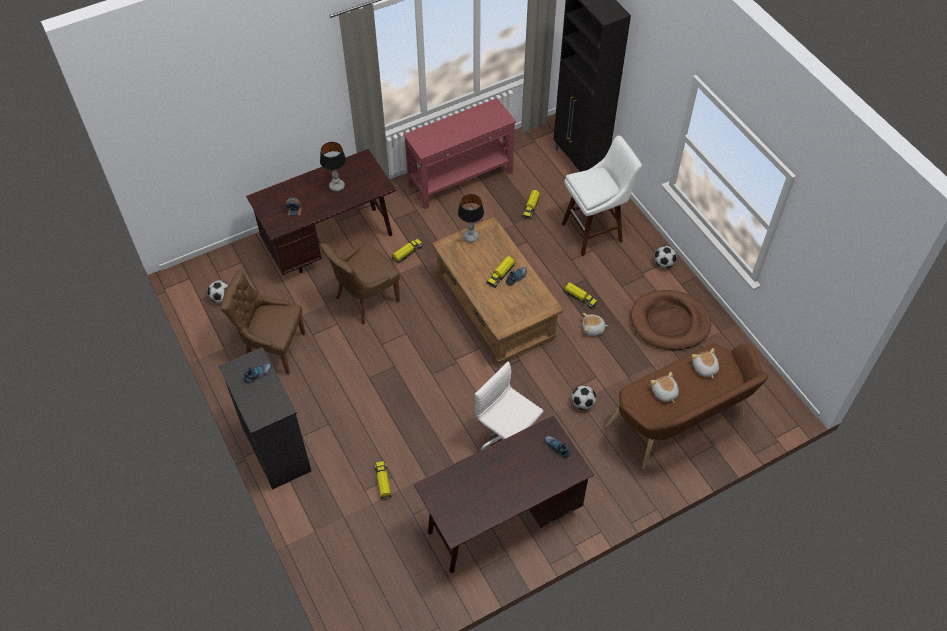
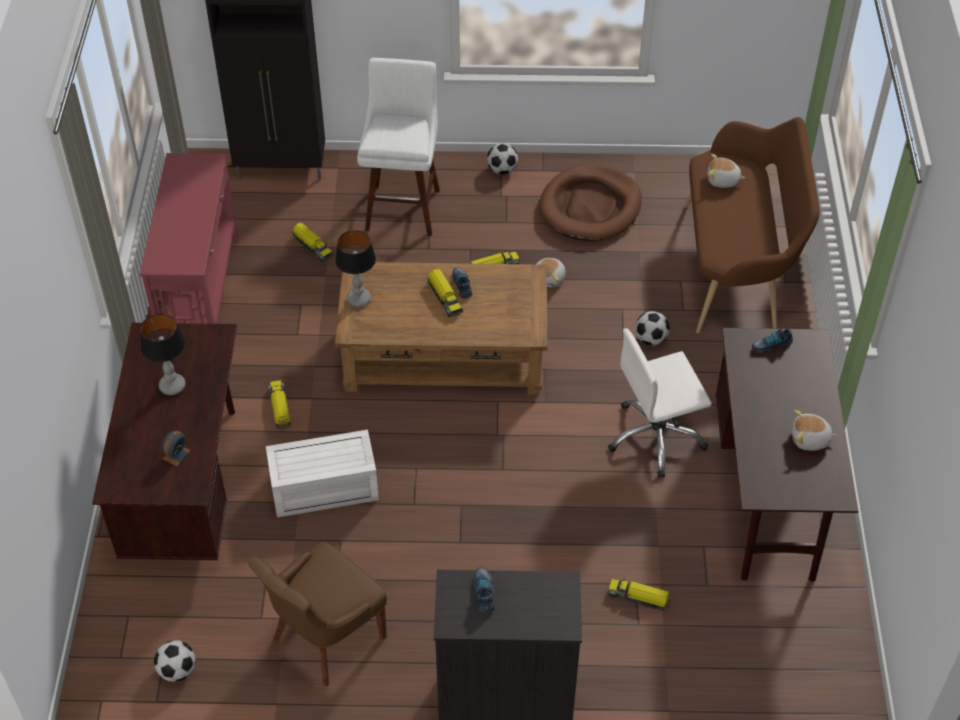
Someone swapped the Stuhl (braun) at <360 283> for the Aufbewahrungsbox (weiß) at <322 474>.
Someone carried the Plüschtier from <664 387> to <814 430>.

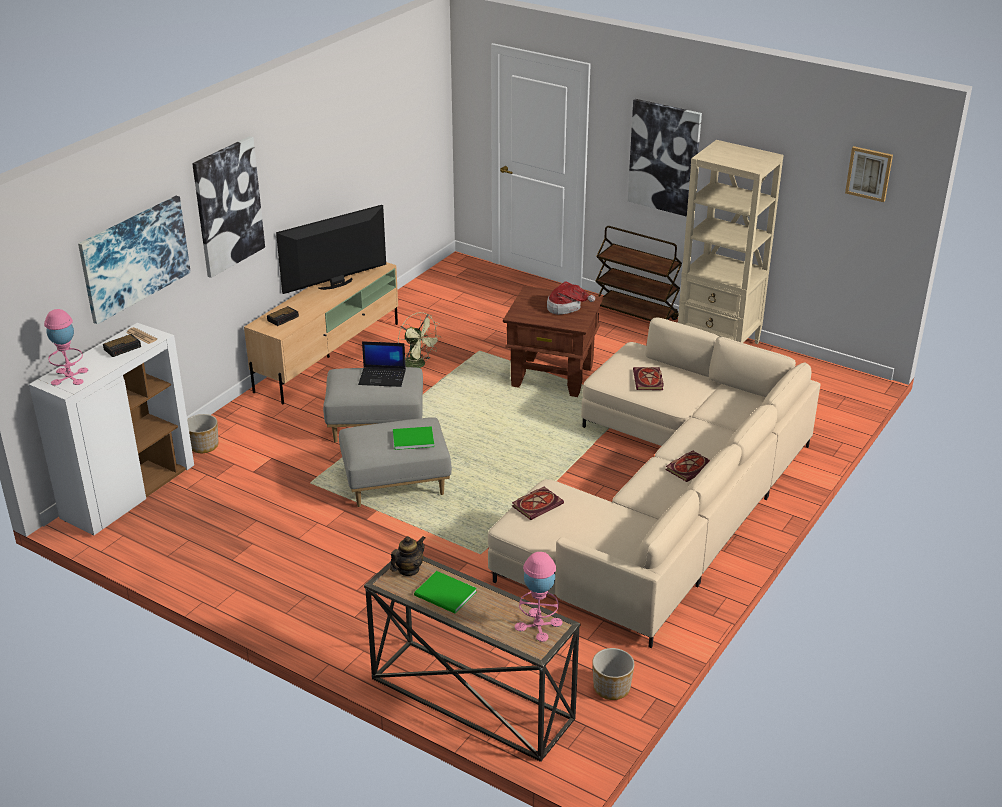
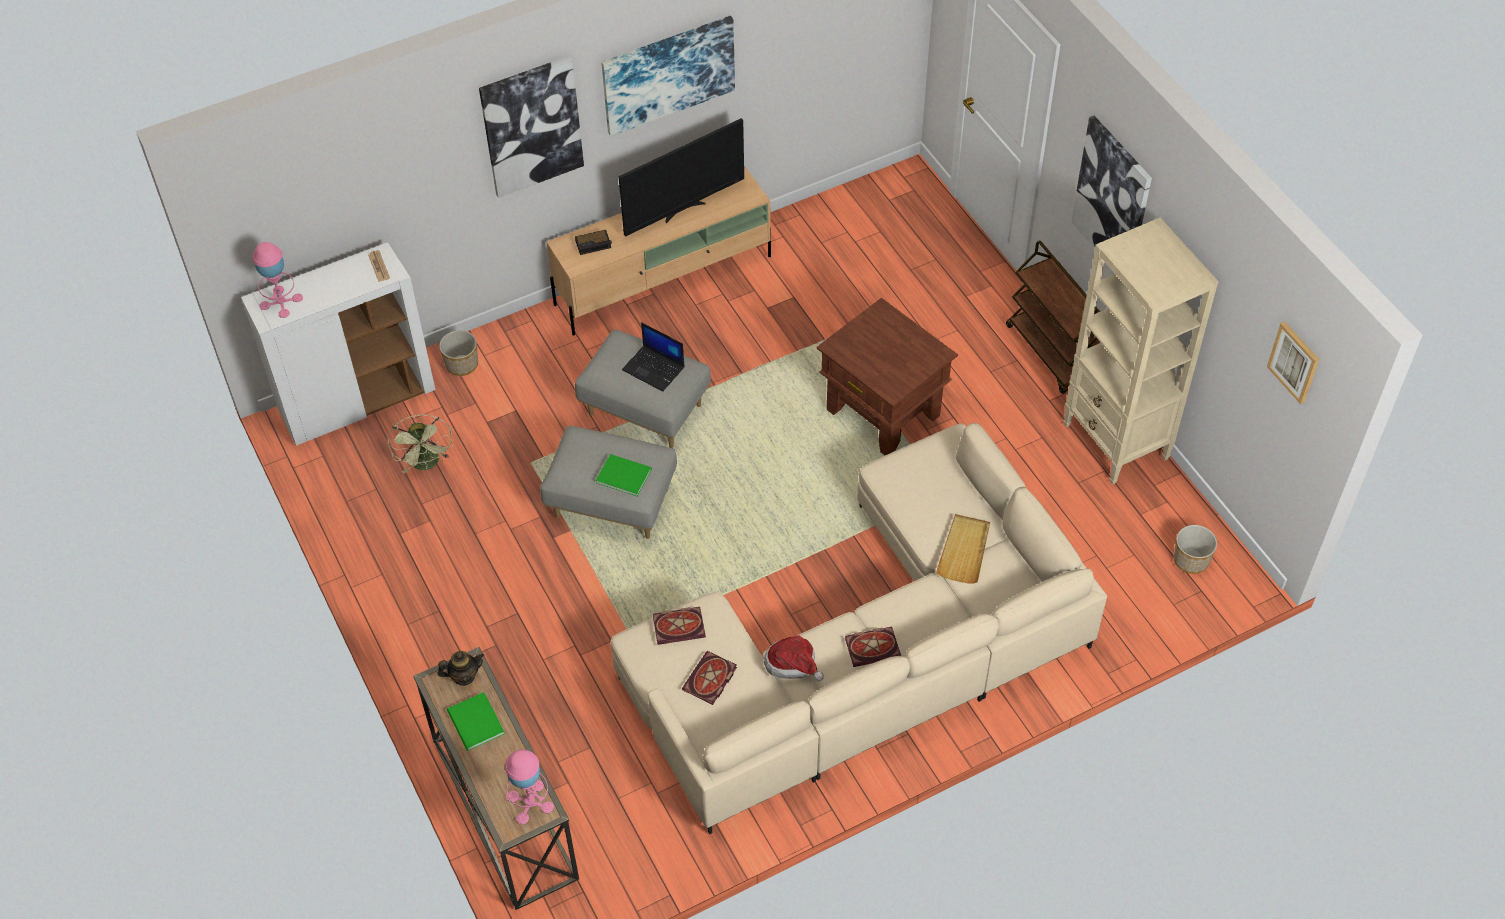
Someone carried the Bild from <134 260> to <668 76>.
Someone rotated the Fernseher at <331 249> by 150 degrees clockwise.
Someone carried the Hut from <571 298> to <794 658>.
Someone carried the Ventilator (grün) from <420 340> to <420 444>.
Someone took away the Wecker at <122 345>.
Someone carried the Buch from <648 378> to <709 678>.
Someone carried the Pflanzkübel from <613 674> to <1195 549>.
Someone put down the Tablett (beige) at <963 548>.

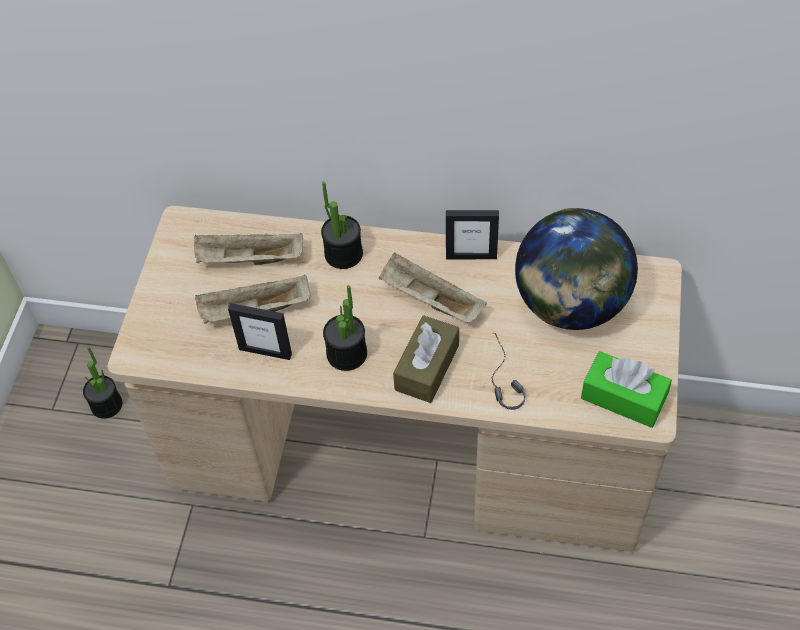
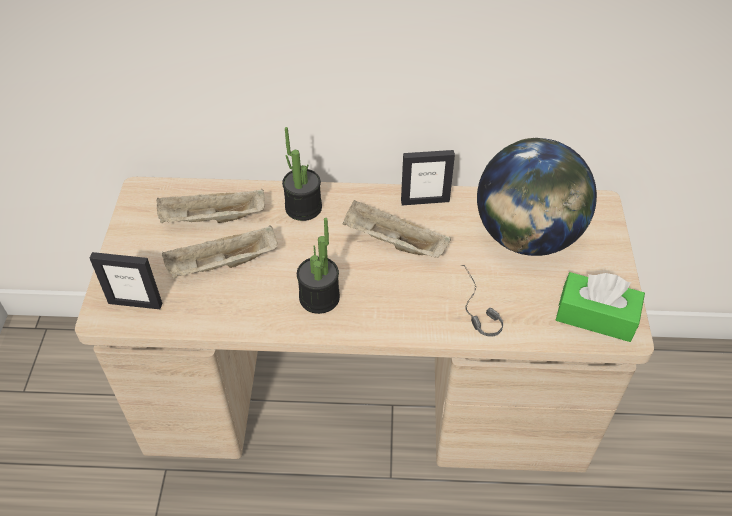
Someone carried the Bilderrahmen from <260 331> to <126 280>.
Someone took away the Taschentuchbox (braun) at <426 359>.
Someone took away the Topfpflanze at <102 382>.

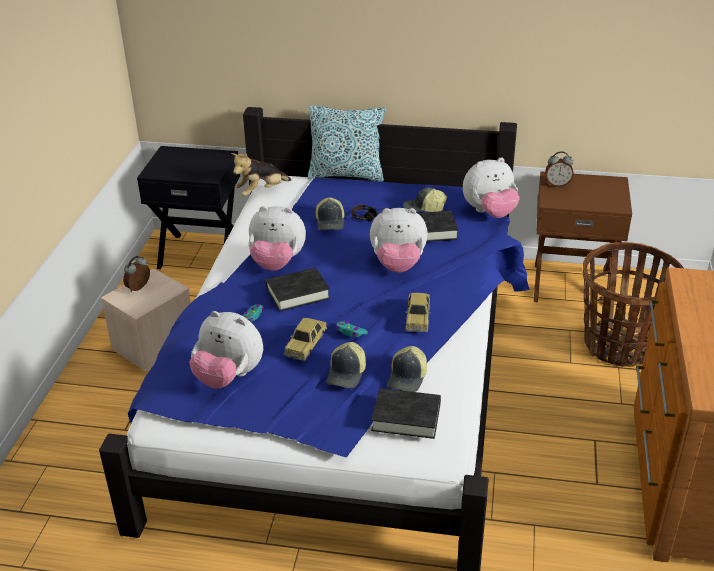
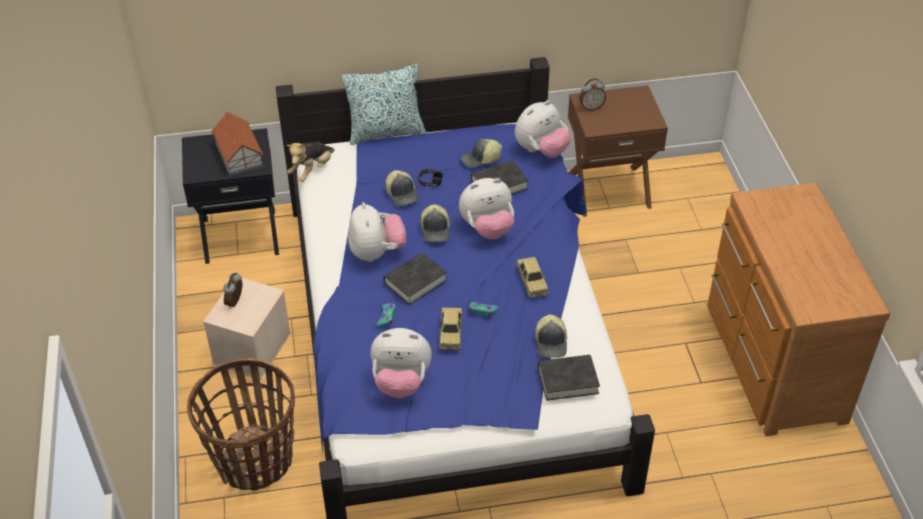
Someone rotated the Plüschtier at <277 238> by 90 degrees counterclockwise.
Someone carried the Korb from <633 304> to <241 424>.
Someone carried the Kappe from <346 365> to <435 223>.
Someone put down the Spielzeughaus at <237 144>.

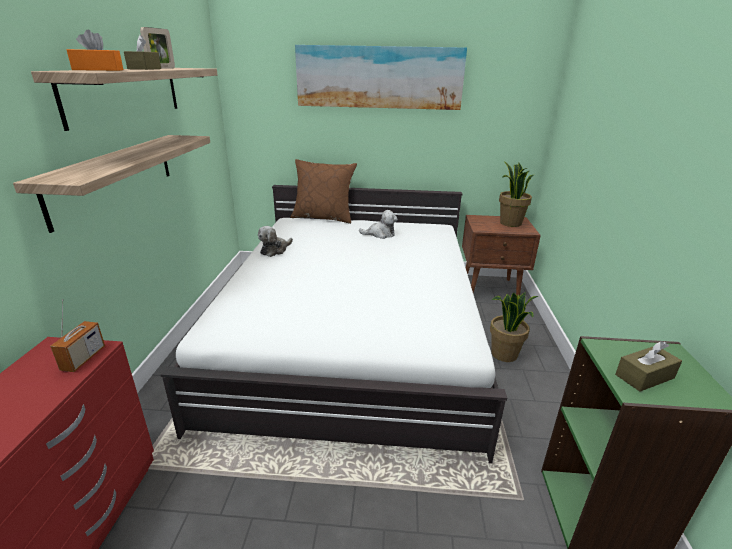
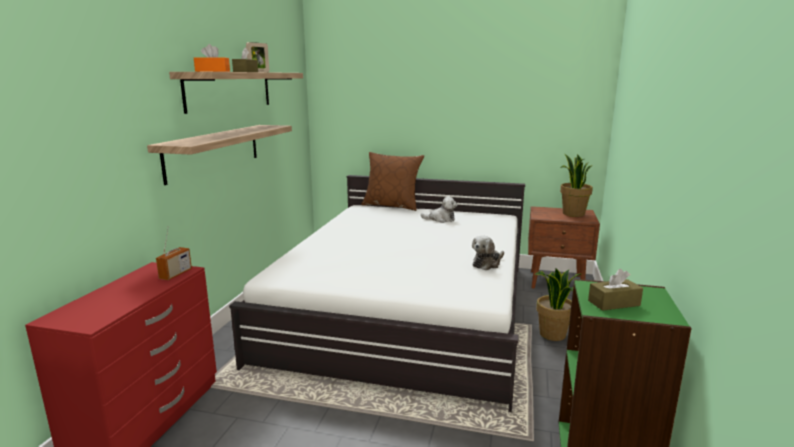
Someone took away the Bild at <381 77>.
Someone carried the Plüschtier from <275 241> to <488 252>.

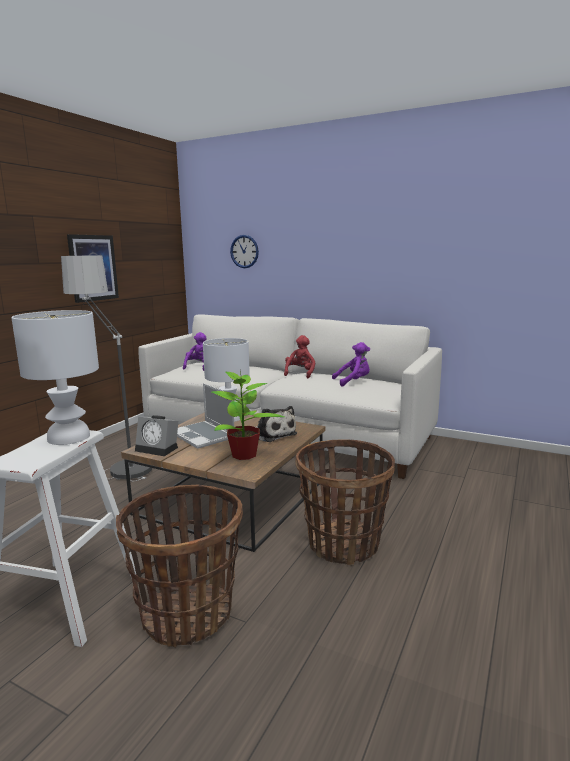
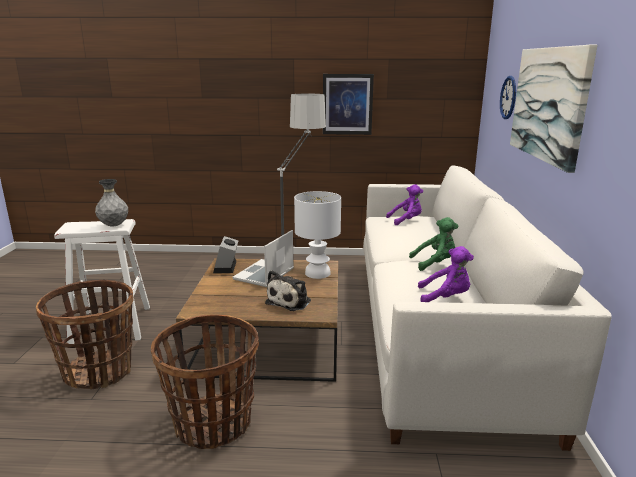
Someone swapped the Tischlampe (weiß) at <55 377> for the Vase (grau) at <111 202>.
Someone repainted the Plüschtier (rot) at <299 356>, which became the Plüschtier (grün) at <433 244>.
Someone rotated the Plüschtier (lila) at <351 364> by 45 degrees counterclockwise.
Someone took away the Topfpflanze at <248 416>.
Someone put up the Bild at <554 109>.

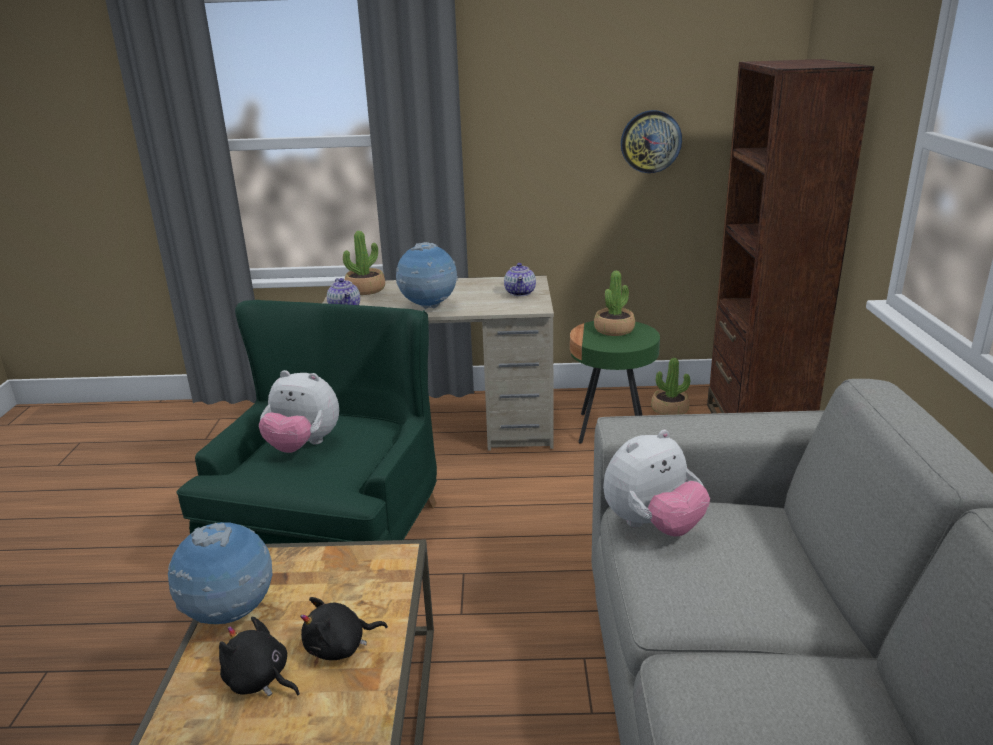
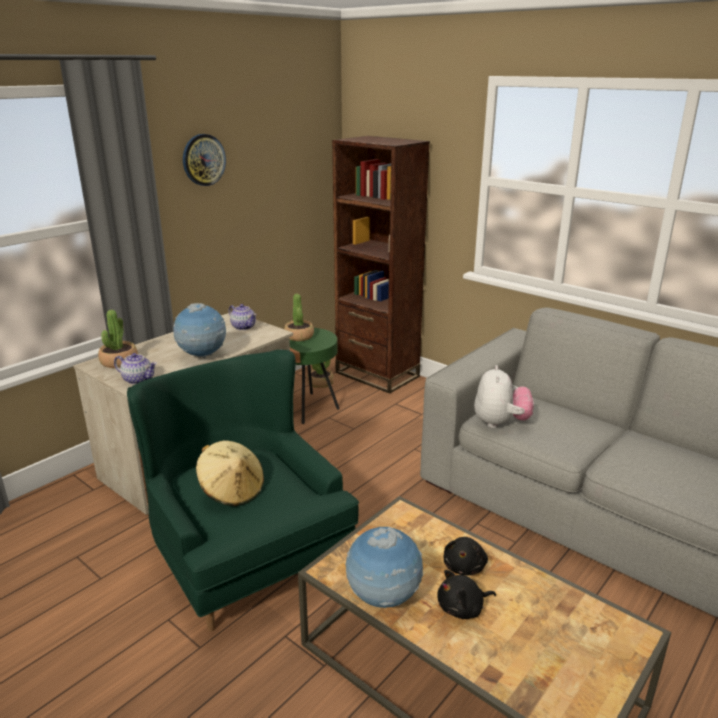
Someone carried the Wanduhr from <651 141> to <204 160>.
Someone swapped the Plüschtier at <299 411> for the Hut (beige) at <230 473>.

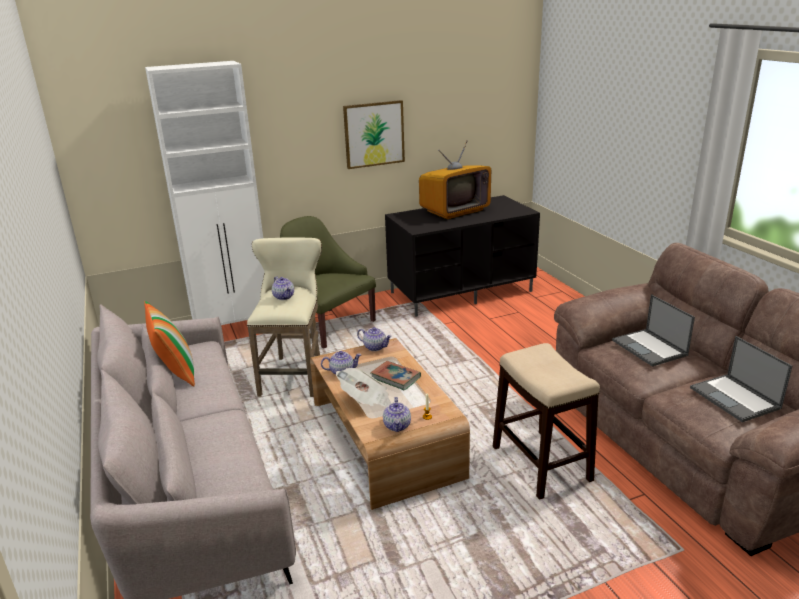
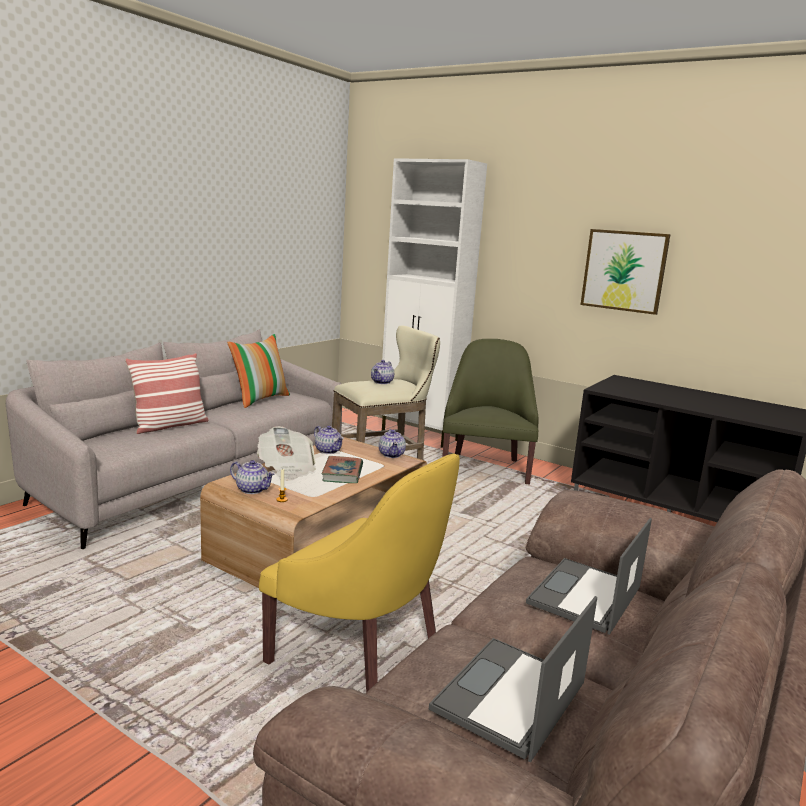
Someone took away the Fernseher at <455 179>.
Someone swapped the Hocker at <546 421> for the Sessel (gelb) at <359 572>.
Someone rotated the Teekanne at <397 414> by 120 degrees counterclockwise.
Someone put down the Kissen at <167 393>.

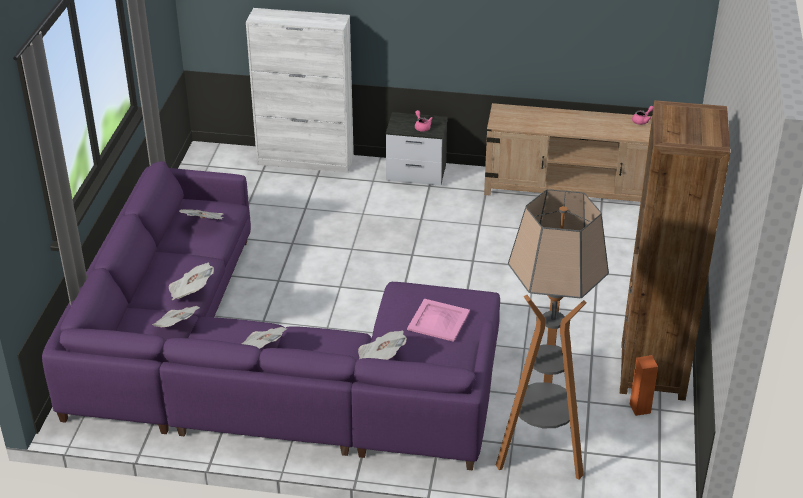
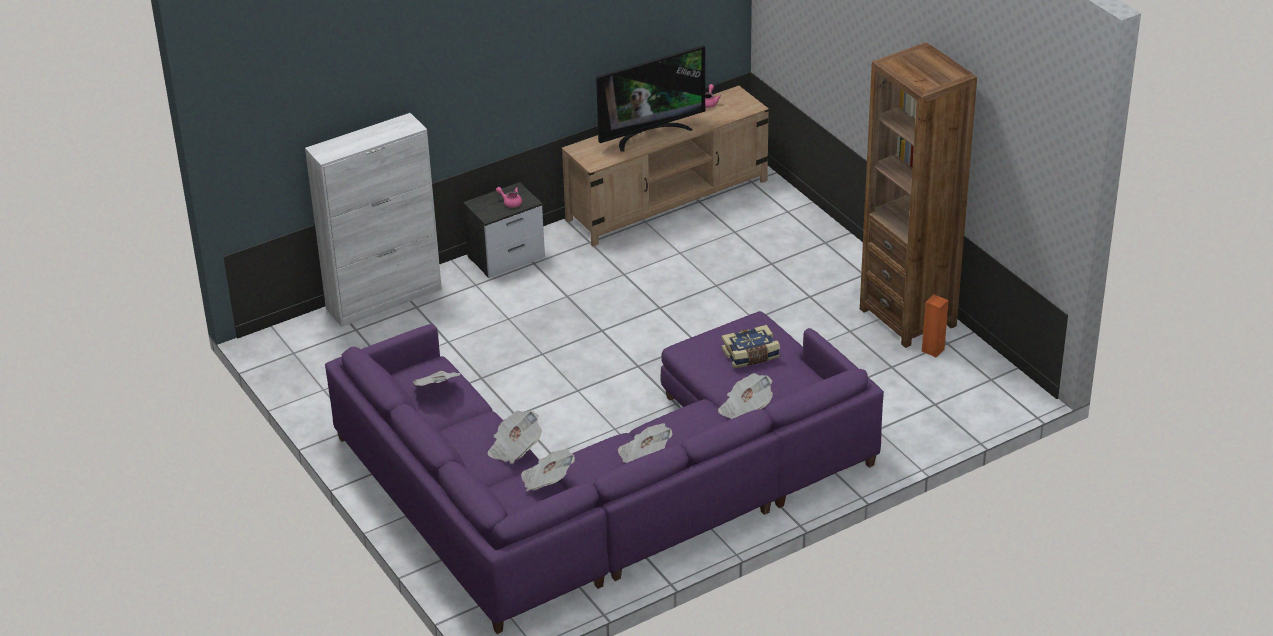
Someone took away the Stehlampe at <552 334>.
Someone swapped the Tablett (rosa) at <438 320> for the Buch at <751 346>.
Someone put down the Fernseher at <650 98>.

